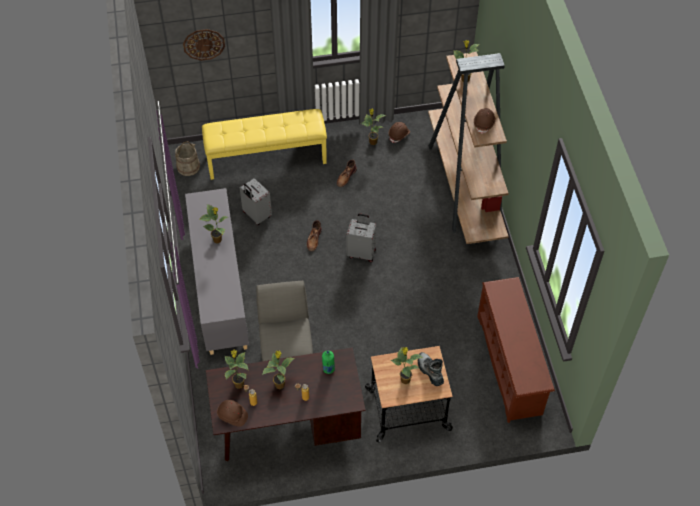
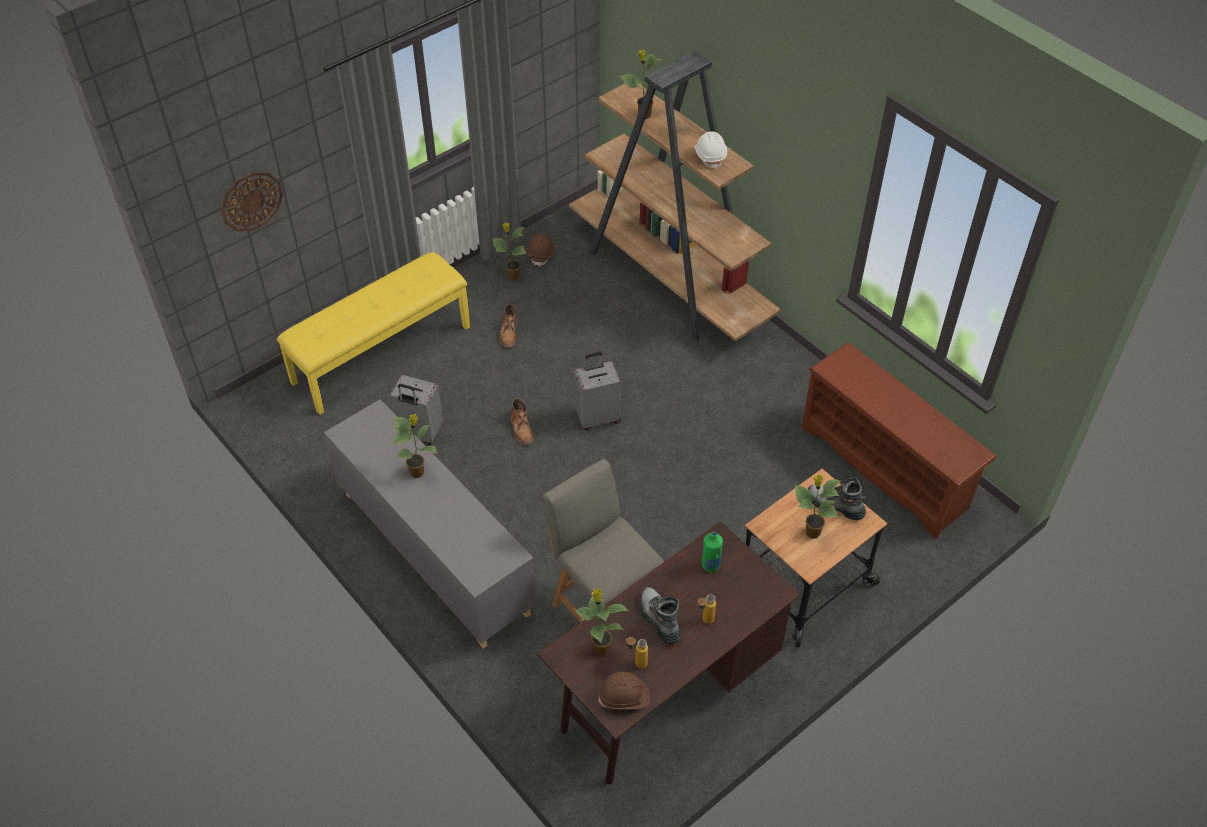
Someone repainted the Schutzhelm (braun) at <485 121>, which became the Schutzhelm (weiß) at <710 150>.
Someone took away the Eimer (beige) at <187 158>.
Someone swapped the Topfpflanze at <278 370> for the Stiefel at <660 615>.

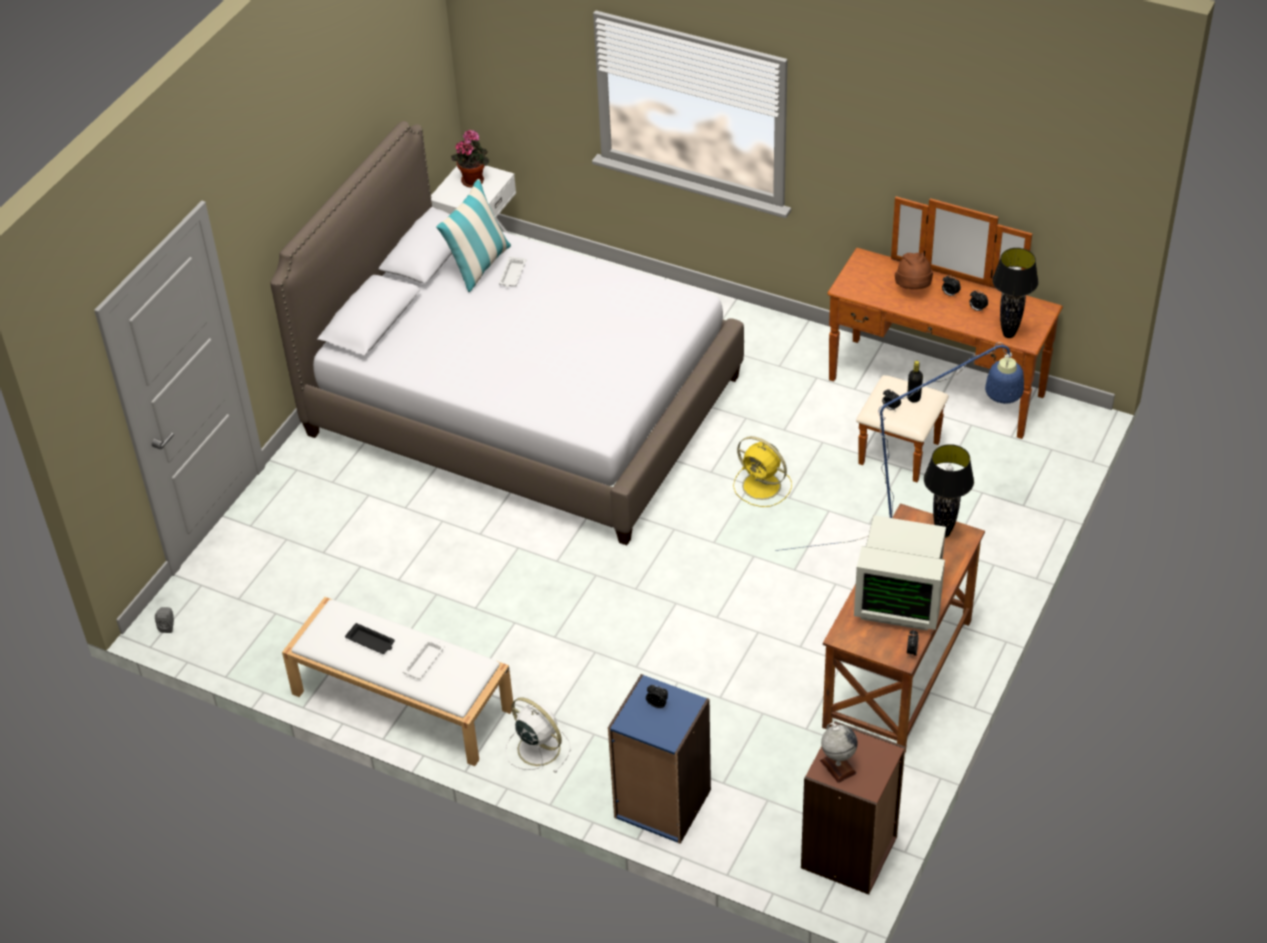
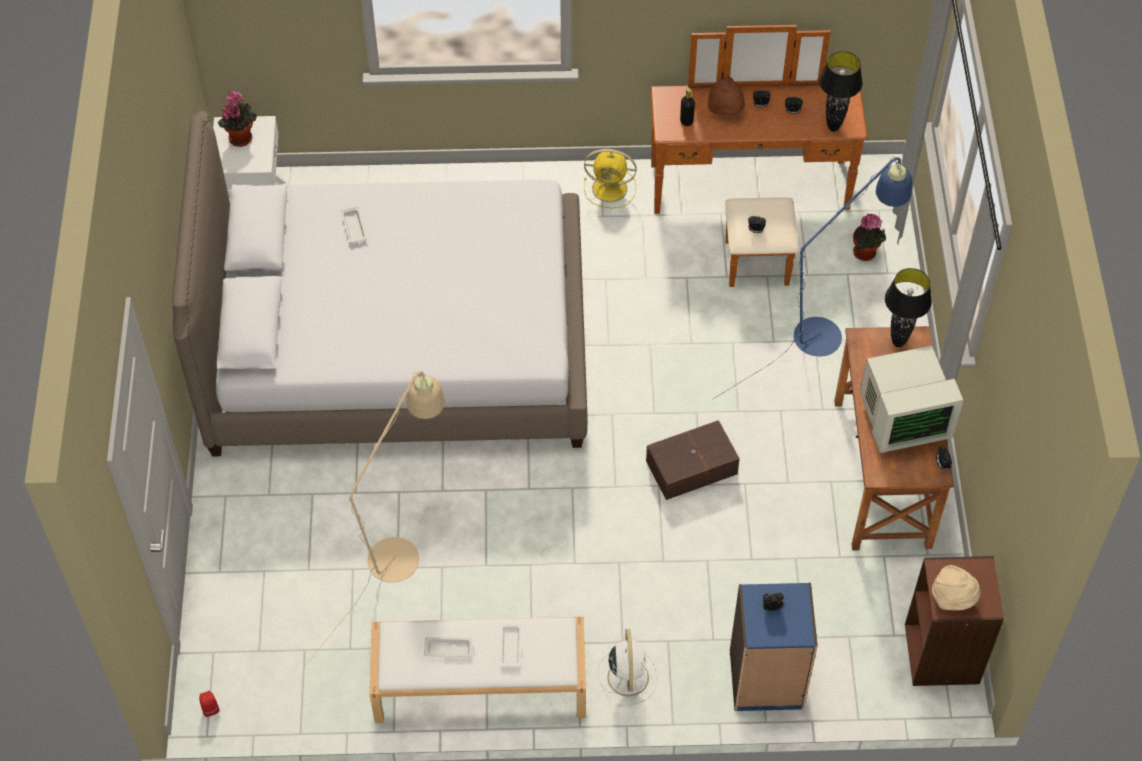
Someone took away the Kissen at <473 235>.
Someone carried the Flasche (schwarz) from <915 382> to <687 107>.
Someone carried the Ventilator (gelb) from <762 471> to <610 178>.
Someone repainted the Lautsprecher (grau) at <164 620>, which became the Lautsprecher (rot) at <209 704>.
Someone repainted the Tablett (schwarz) at <370 638>, which became the Tablett (weiß) at <449 647>.
Someone rotated the Ventilator (weiß) at <538 735> by 75 degrees clockwise.
Someone swapped the Globus at <839 753> for the Hut (beige) at <956 587>.
Someone put down the Topfpflanze at <869 237>.
Someone put down the Stehlampe (beige) at <374 519>.
Someone put down the Aufbewahrungsbox (braun) at <693 460>.

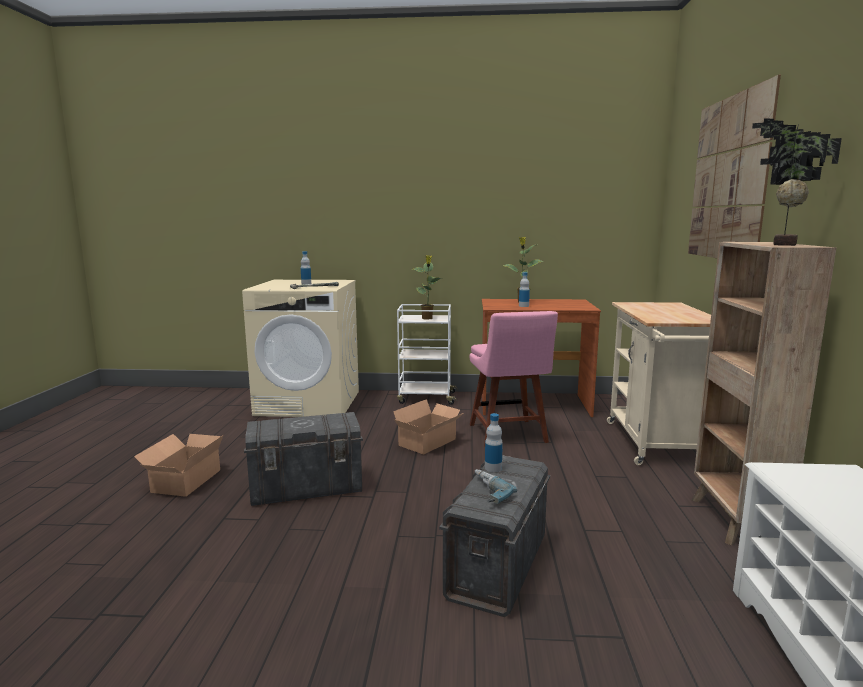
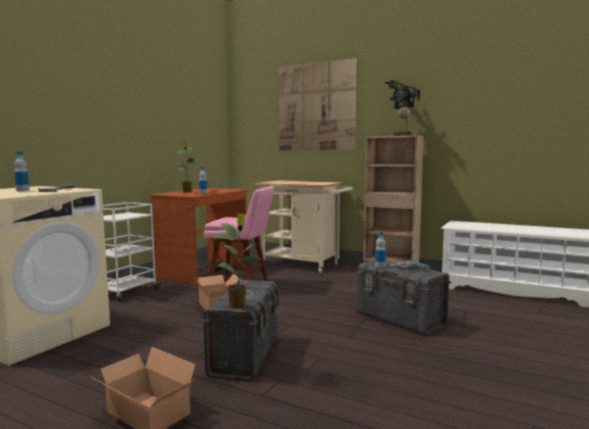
Someone carried the Topfpflanze from <427 287> to <237 261>.

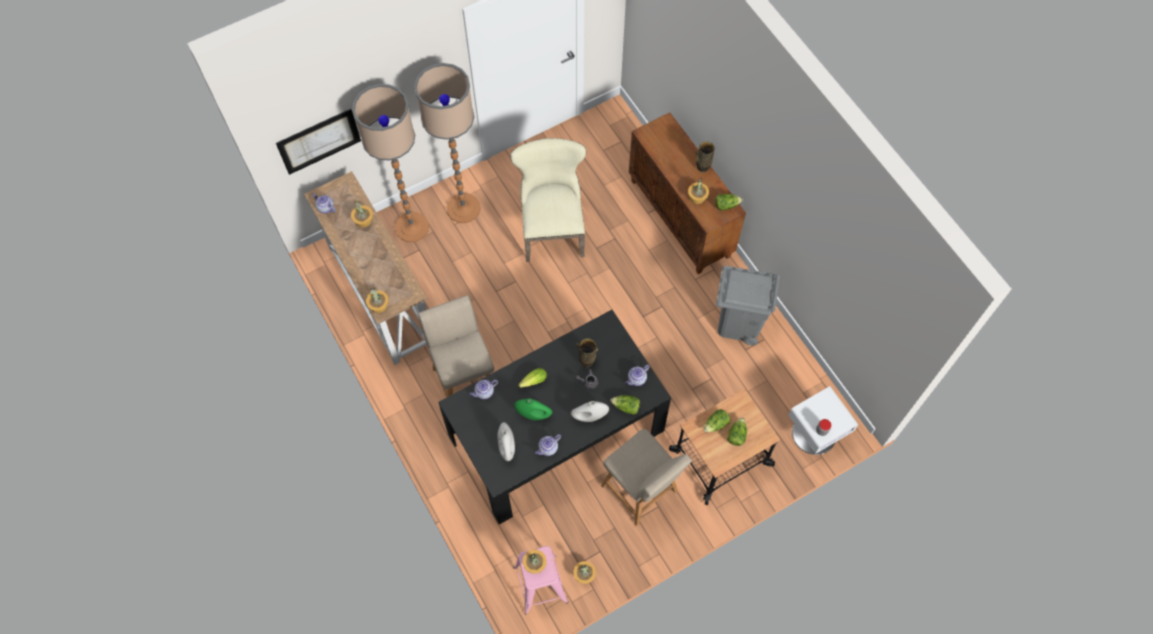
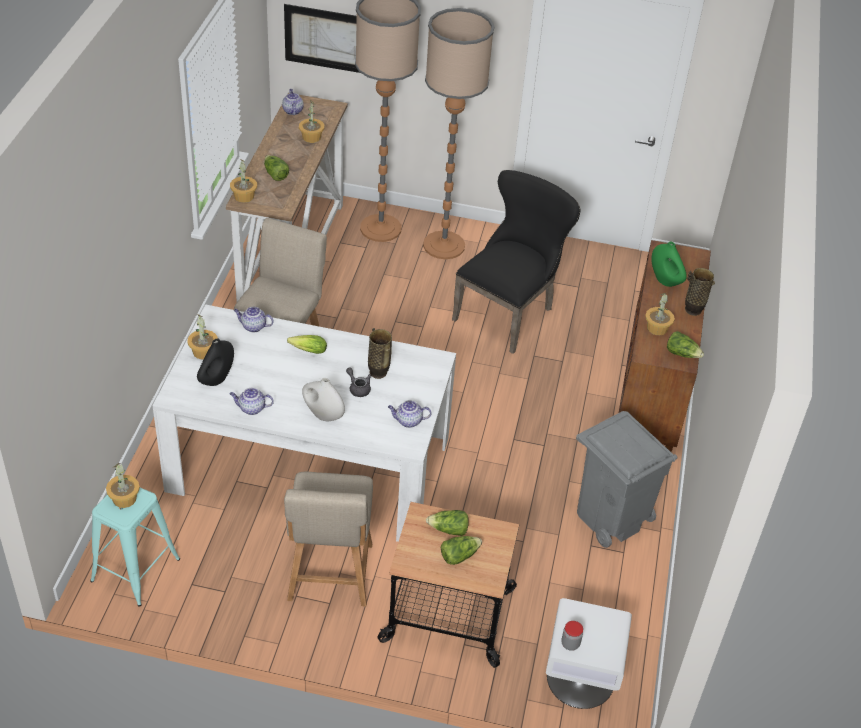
Someone repainted the Stuhl (beige) at <548 200>, which became the Stuhl (schwarz) at <516 262>.
Someone repainted the Esstisch (schwarz) at <554 417>, which became the Esstisch (weiß) at <304 423>.
Someone carried the Salatkopf from <625 405> to <276 168>.
Someone carried the Vase (grün) from <533 409> to <669 264>.
Someone repainted the Vase (weiß) at <506 441>, which became the Vase (schwarz) at <215 362>.
Someone repainted the Hocker (rosa) at <540 580>, which became the Hocker (türkis) at <135 546>.
Someone carried the Topfpflanze from <585 572> to <202 336>.

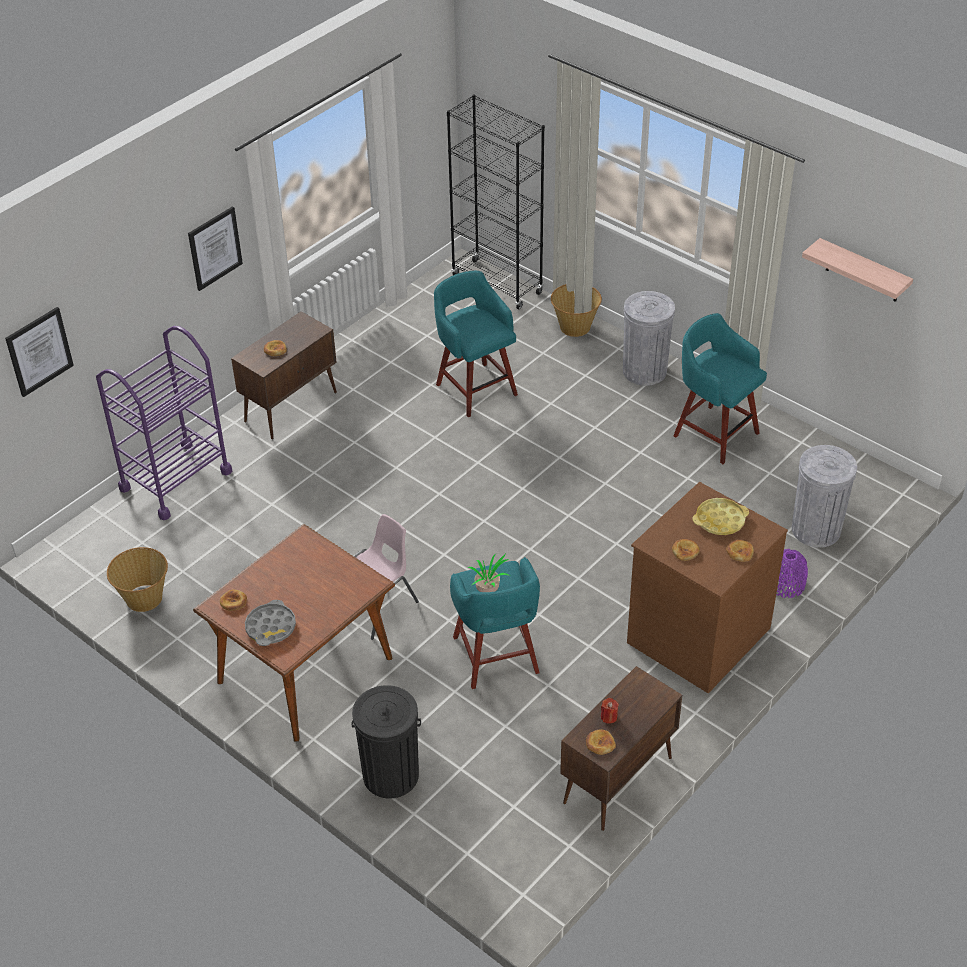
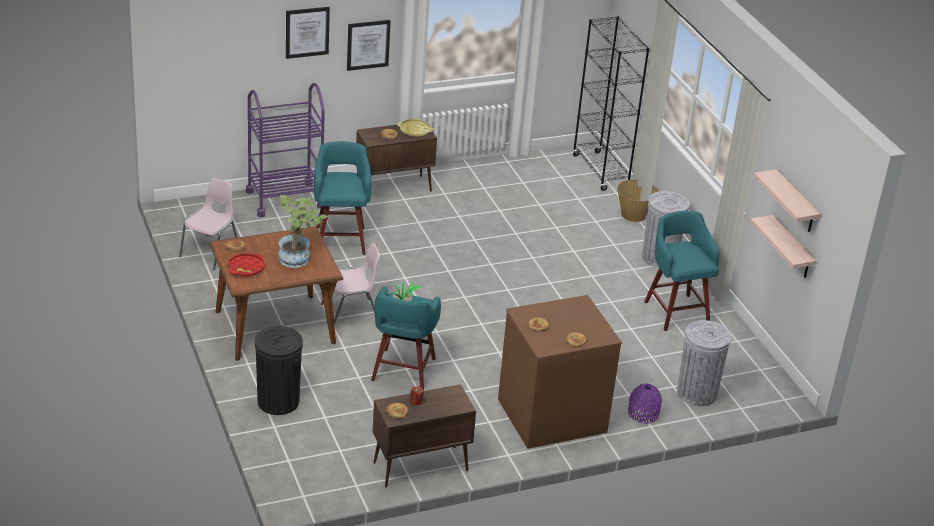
Someone carried the Hocker (türkis) from <476 344> to <342 198>.
Someone carried the Bild from <39 352> to <308 33>.
Someone carried the Tablett (gelb) from <720 516> to <415 128>.
Someone swapped the Korb at <137 579> for the Stuhl (rosa) at <208 224>.
Someone repainted the Tablett (grau) at <270 623>, which became the Tablett (rot) at <246 265>.
Someone put down the Topfpflanze at <303 231>.
Someone put up the Wandregal at <783 246>.

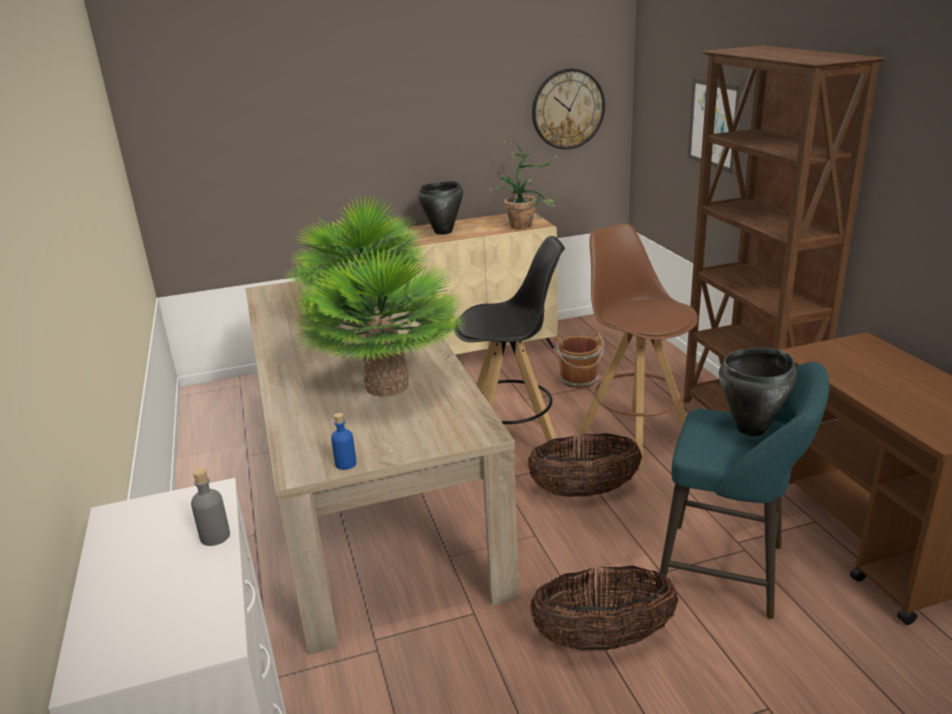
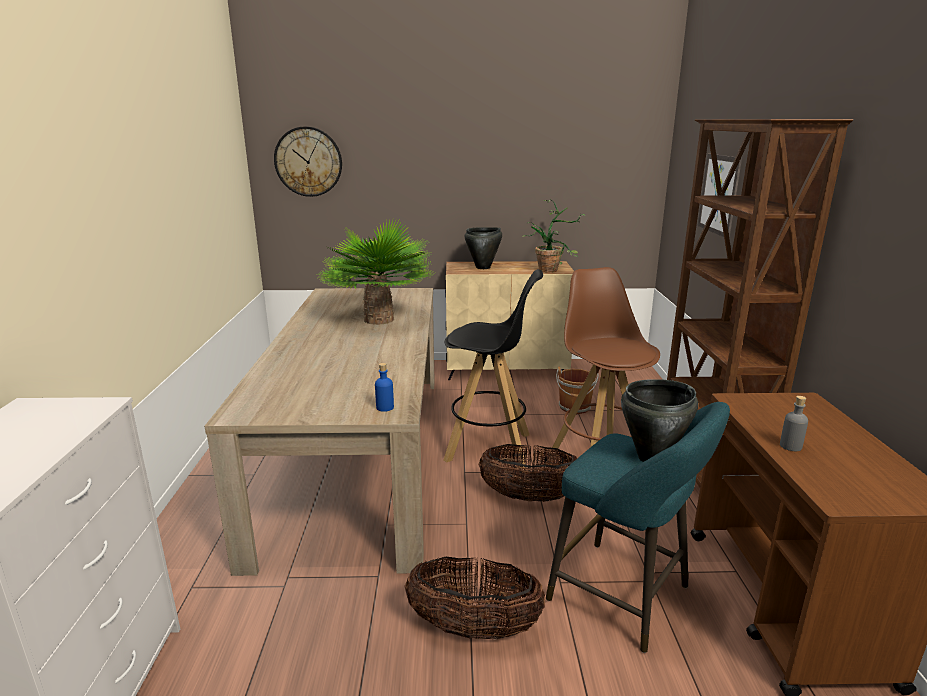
Someone carried the Wanduhr from <568 109> to <308 161>.
Someone took away the Topfpflanze at <380 321>.
Someone carried the Flasche (blau) from <344 441> to <384 387>.
Someone carried the Flasche (grau) from <210 507> to <794 423>.

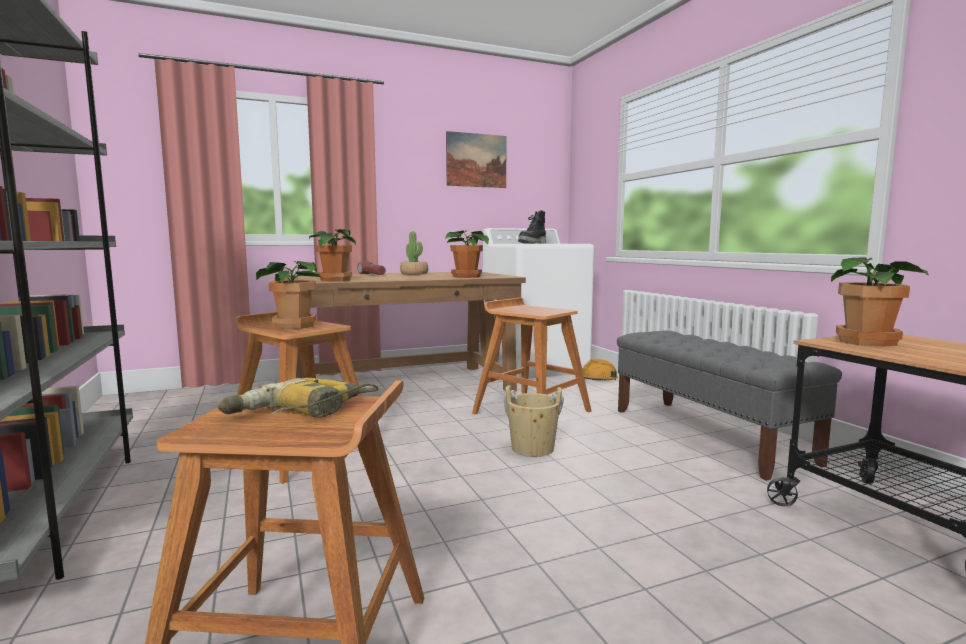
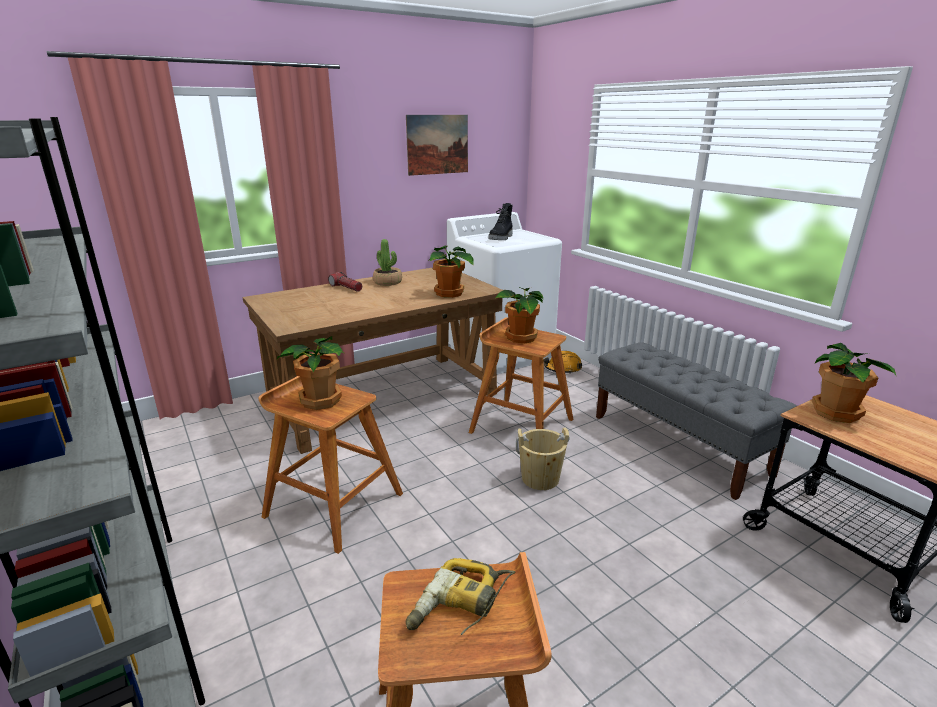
Someone carried the Topfpflanze from <332 255> to <519 314>.

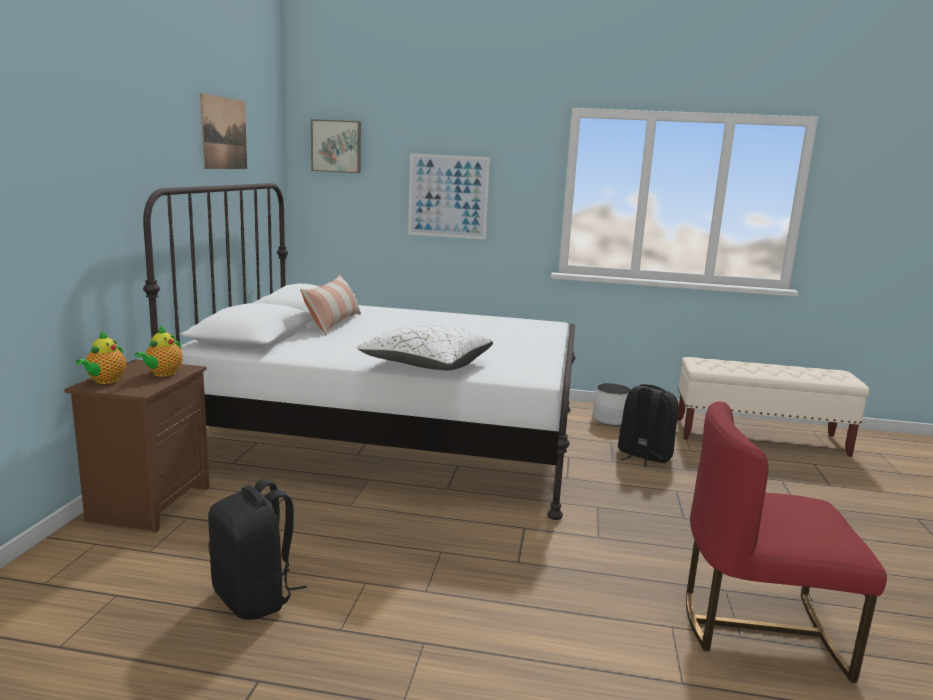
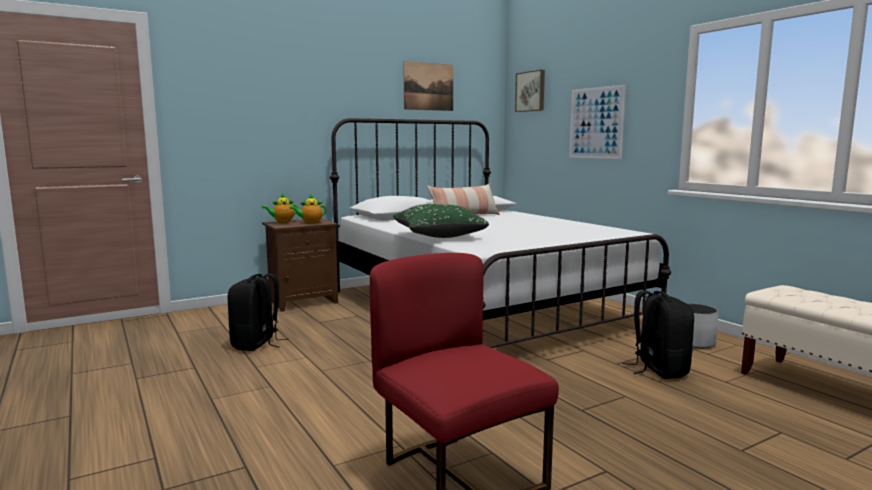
Someone repainted the Kissen (weiß) at <425 347>, which became the Kissen (grün) at <441 221>.

